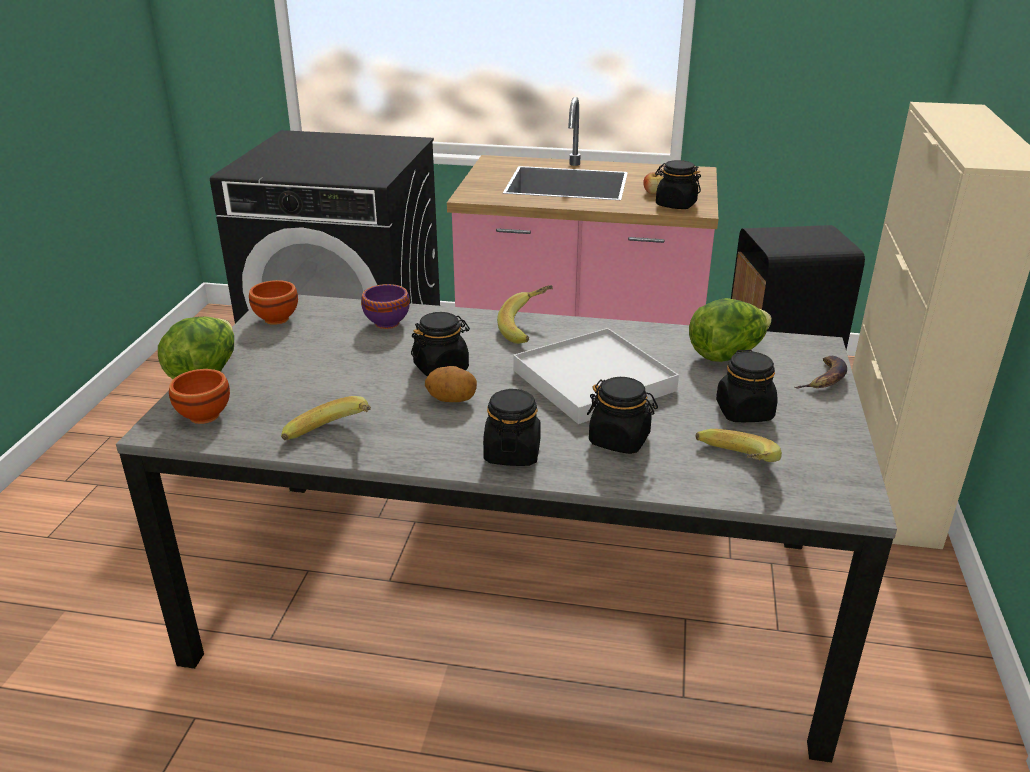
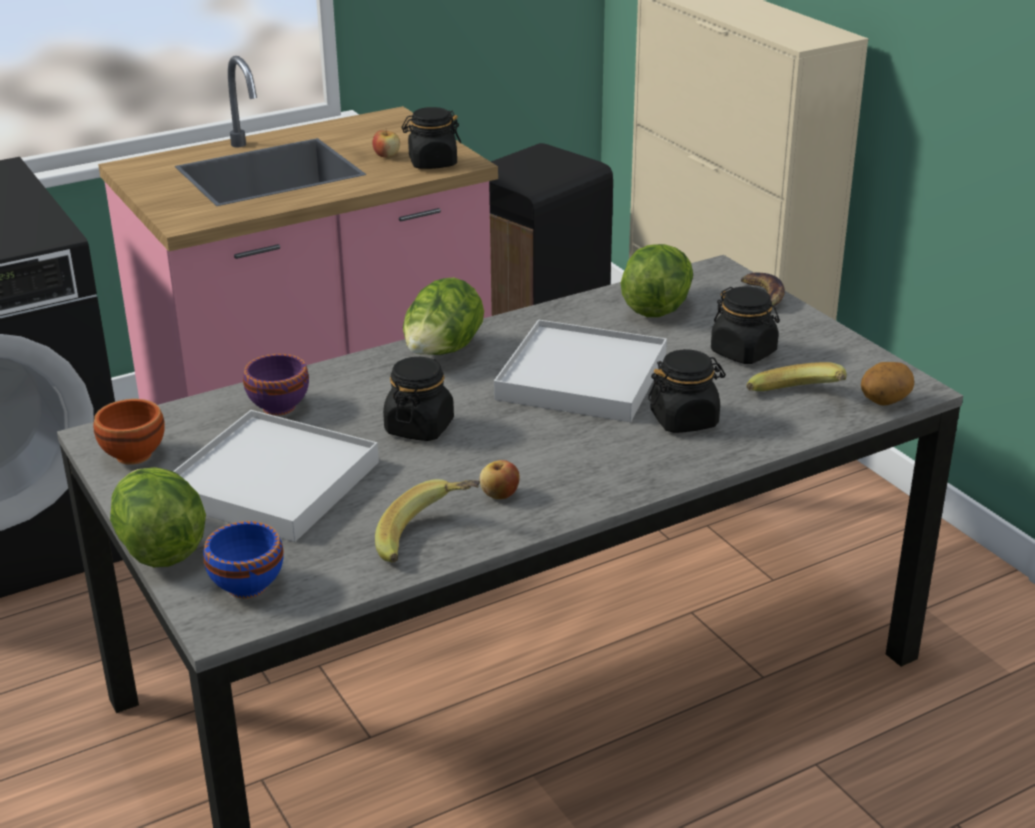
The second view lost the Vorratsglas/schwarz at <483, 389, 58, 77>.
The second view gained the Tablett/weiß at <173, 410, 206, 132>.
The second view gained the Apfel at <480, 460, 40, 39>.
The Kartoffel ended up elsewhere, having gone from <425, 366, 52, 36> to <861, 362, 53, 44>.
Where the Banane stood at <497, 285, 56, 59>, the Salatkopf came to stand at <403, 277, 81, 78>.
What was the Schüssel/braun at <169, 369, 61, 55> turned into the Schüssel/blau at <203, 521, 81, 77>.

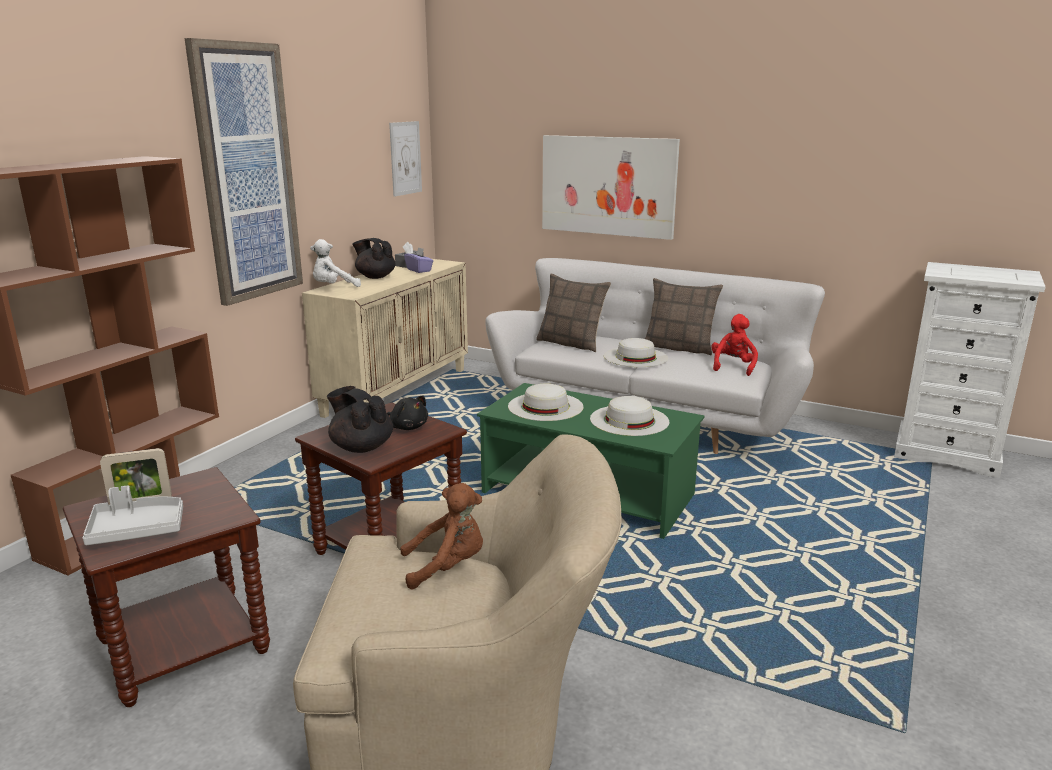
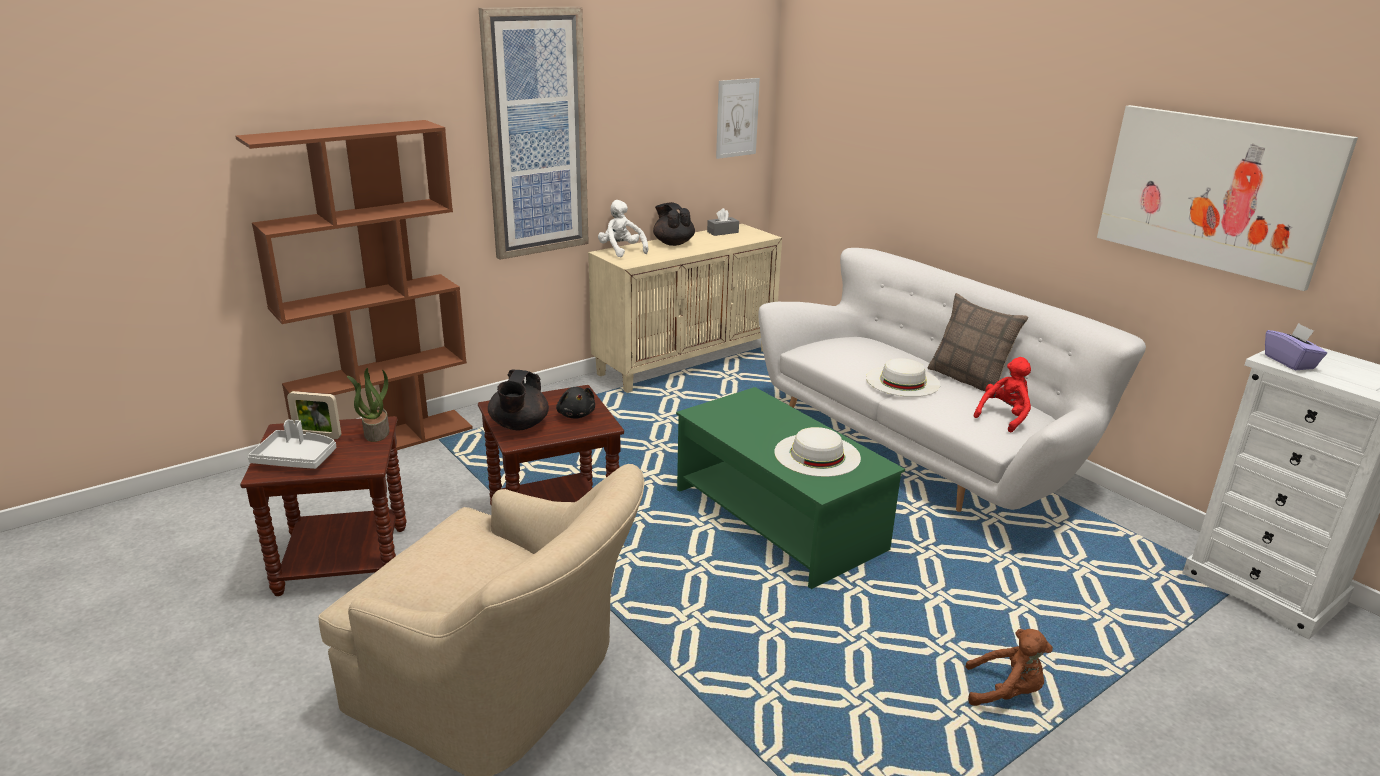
The second view lost the Hut/weiß at <508, 384, 76, 37>.
The second view lost the Kissen at <536, 273, 75, 79>.
The second view gained the Topfpflanze at <347, 368, 42, 74>.
The Plüschtier/braun ended up elsewhere, having gone from <400, 483, 83, 106> to <965, 629, 88, 77>.
The Taschentuchbox/lila ended up elsewhere, having gone from <404, 247, 29, 26> to <1265, 323, 62, 47>.
The Bild ended up elsewhere, having gone from <542, 135, 138, 105> to <1097, 105, 261, 186>.
The Plüschtier/weiß at <310, 239, 51, 48> ended up facing another way, 60 degrees clockwise from before.
The Teekanne/schwarz at <327, 386, 66, 67> ended up facing another way, 150 degrees counterclockwise from before.

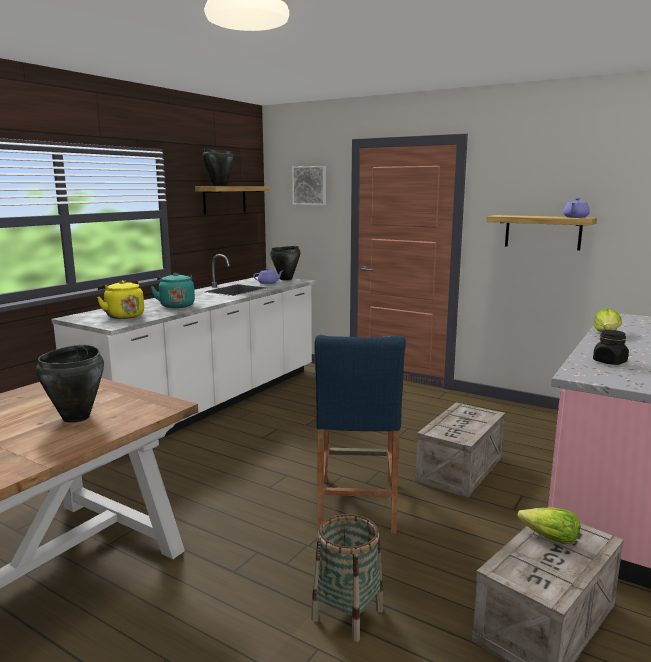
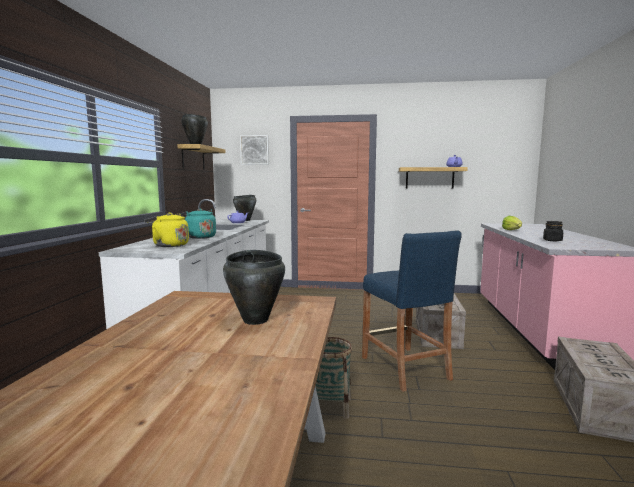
The second view lost the Salatkopf at <517, 507, 63, 37>.
The Korb ended up elsewhere, having gone from <311, 514, 72, 128> to <315, 337, 37, 82>.

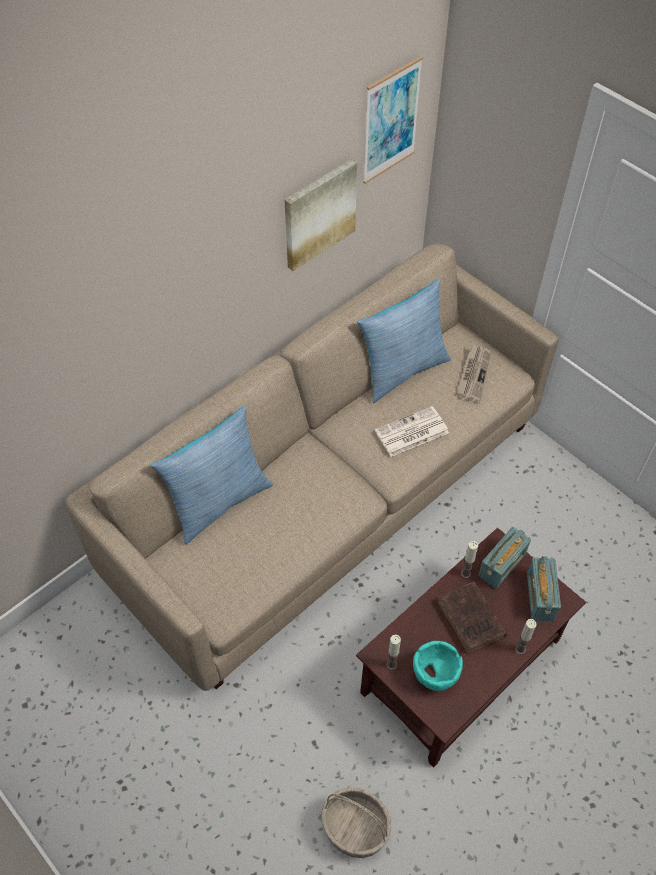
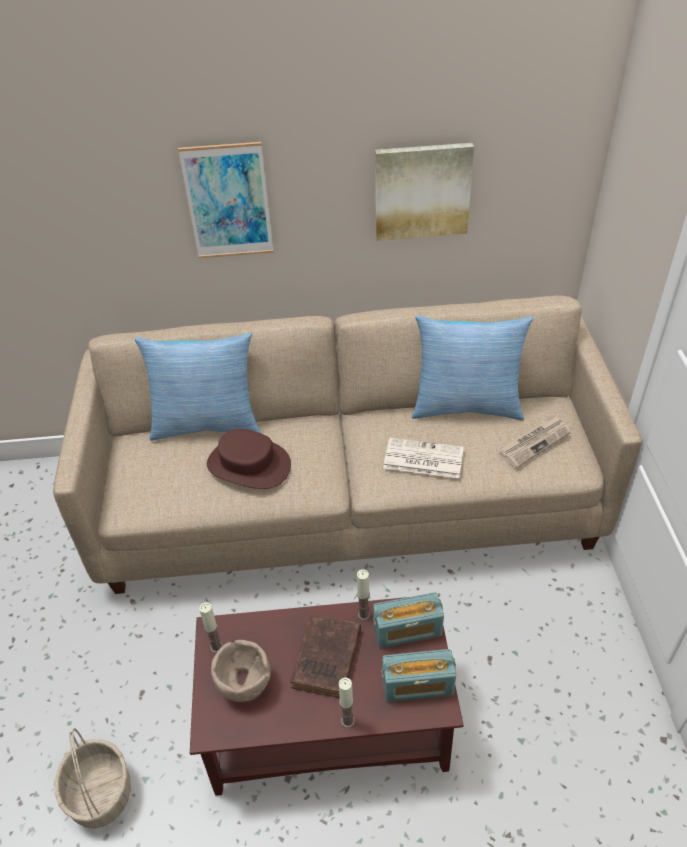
The second view gained the Hut/braun at <207, 429, 84, 60>.
The Bild ended up elsewhere, having gone from <363, 56, 60, 128> to <178, 142, 96, 116>.
What was the Schüssel/türkis at <413, 641, 50, 50> turned into the Schüssel/braun at <211, 640, 60, 62>.
The Radio at <527, 556, 34, 65> ended up facing another way, 135 degrees counterclockwise from before.

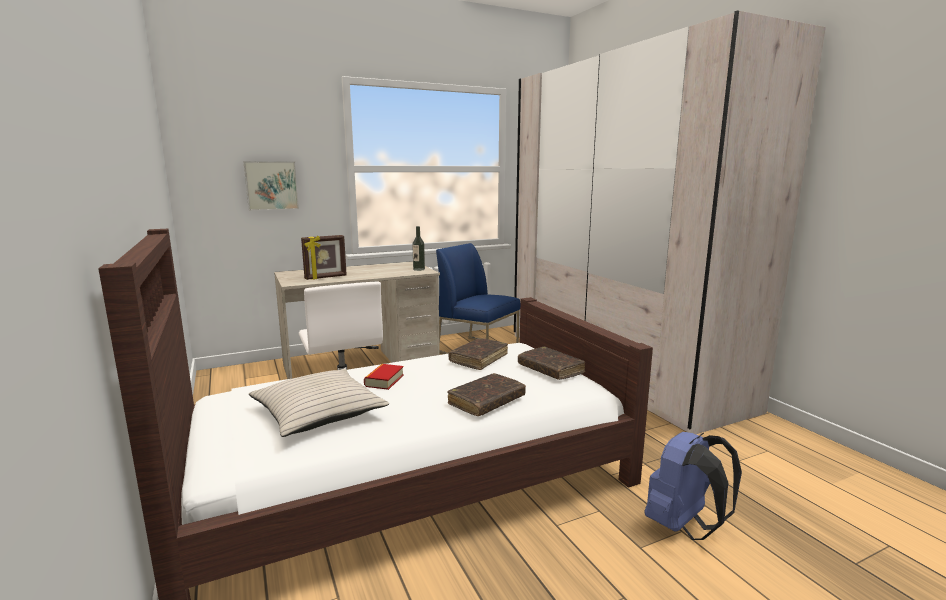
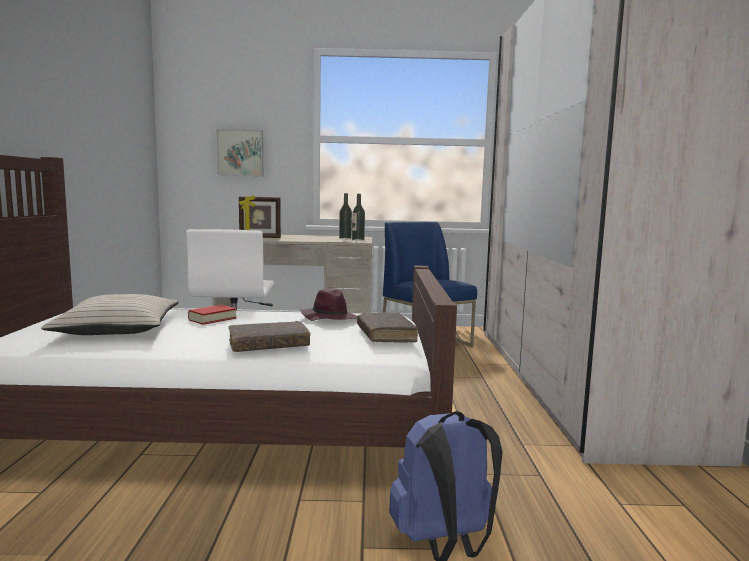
The second view gained the Flasche at <339, 193, 13, 46>.
Where the Buch/braun stood at <448, 338, 60, 32>, the Hut/lila came to stand at <301, 288, 56, 33>.

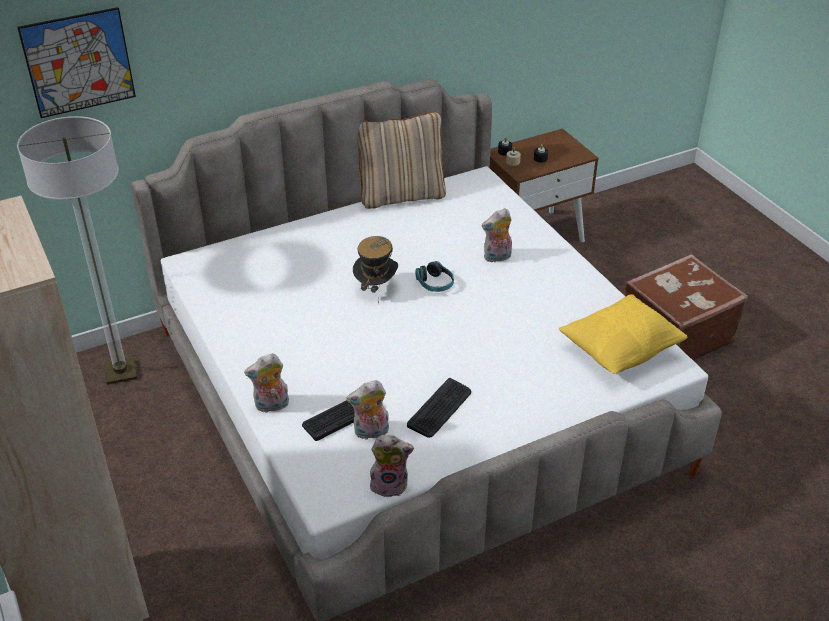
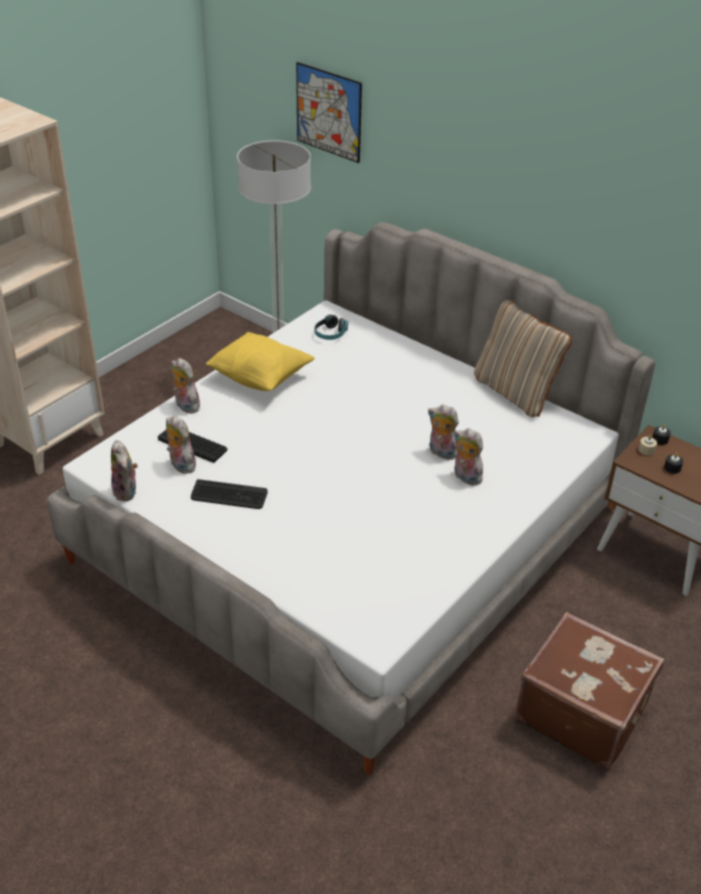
The second view lost the Hut at <353, 236, 45, 68>.
The second view gained the Plüschtier at <428, 405, 31, 55>.
The Kopfhörer ended up elsewhere, having gone from <415, 261, 39, 31> to <315, 315, 33, 25>.
The Kissen/gelb ended up elsewhere, having gone from <559, 294, 128, 80> to <206, 332, 109, 59>.

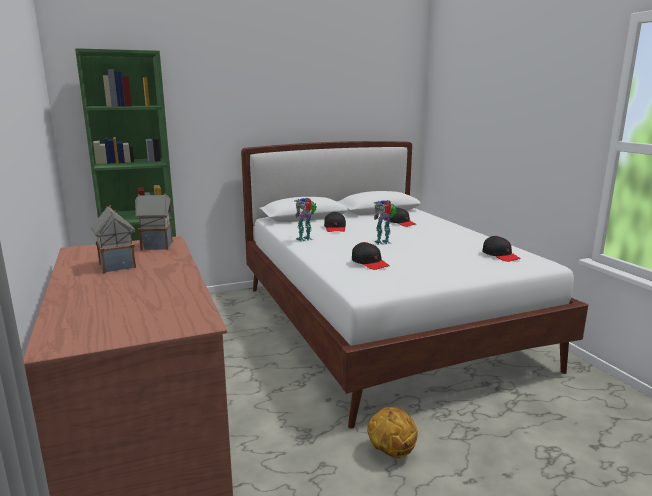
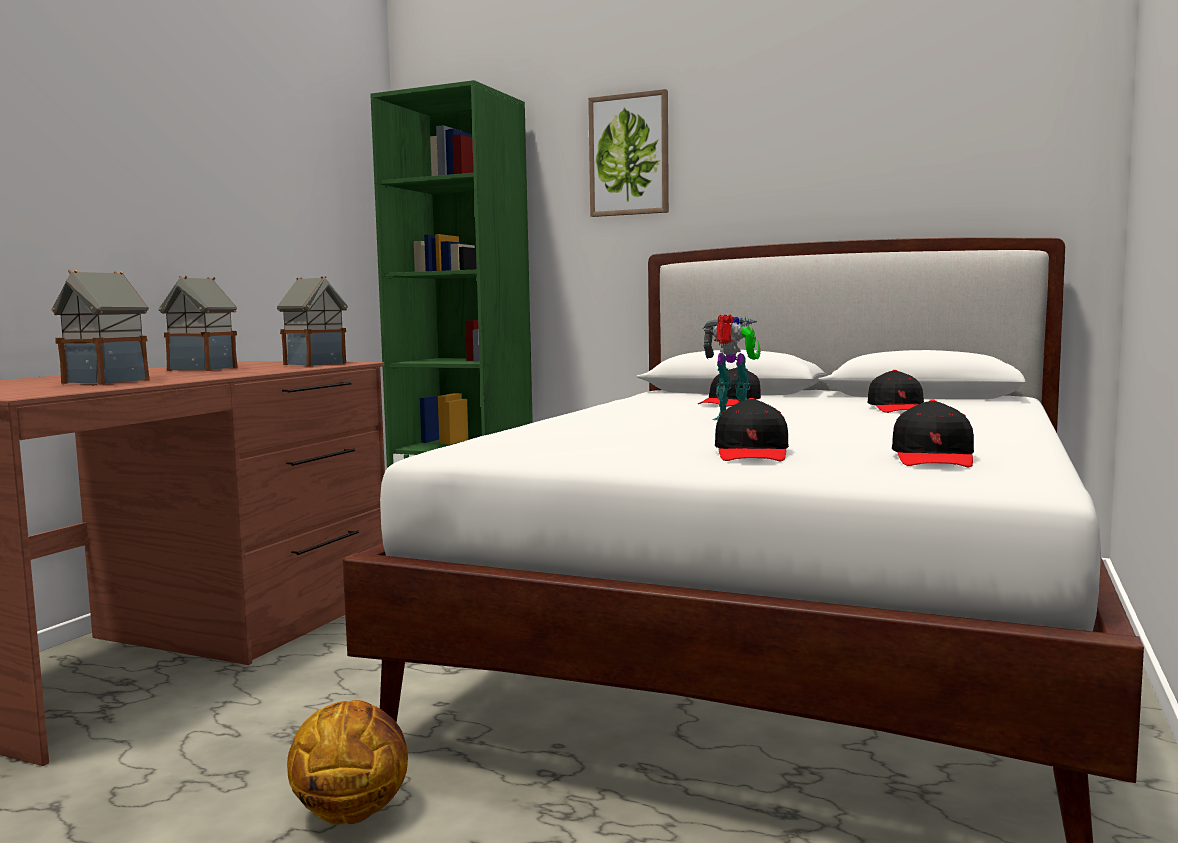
The second view lost the Spielzeugroboter at <295, 198, 22, 44>.
The second view gained the Spielzeughaus at <51, 269, 99, 116>.
The second view gained the Bild at <588, 89, 81, 128>.
The Kappe/schwarz ended up elsewhere, having gone from <352, 242, 37, 28> to <715, 398, 74, 63>.

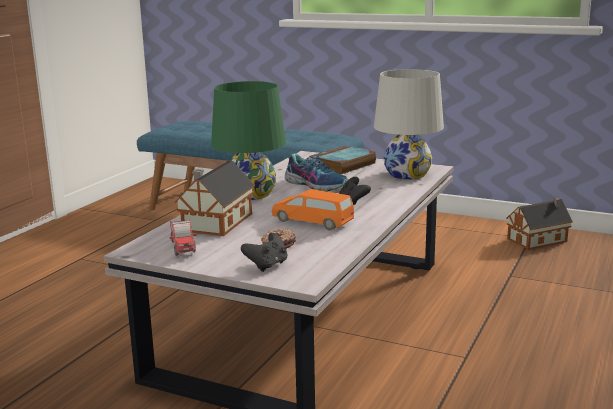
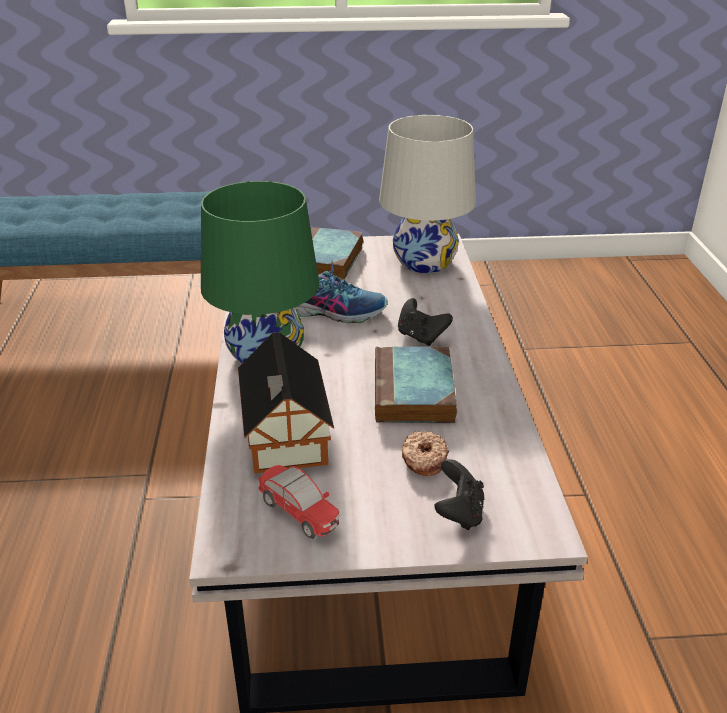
The second view lost the Spielzeughaus at <506, 197, 67, 53>.
Where the Spielzeugauto/orange stood at <272, 189, 82, 42>, the Buch came to stand at <375, 347, 82, 76>.

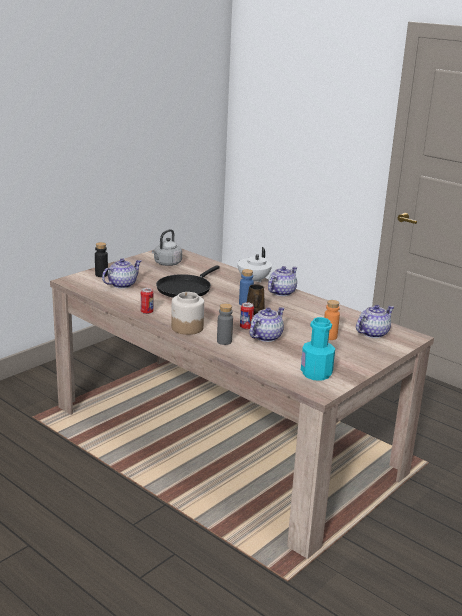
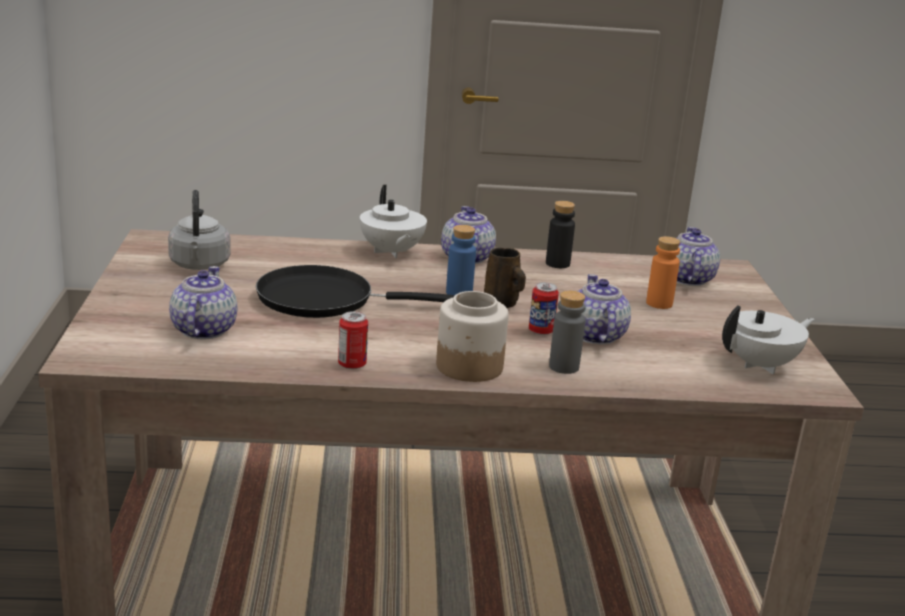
The Flasche/schwarz ended up elsewhere, having gone from <95, 242, 13, 35> to <546, 201, 29, 67>.
Where the Flasche/türkis stood at <301, 317, 34, 64>, the Teekanne/weiß came to stand at <722, 306, 93, 68>.
The Pfanne/schwarz at <156, 265, 64, 33> ended up facing another way, 105 degrees clockwise from before.

